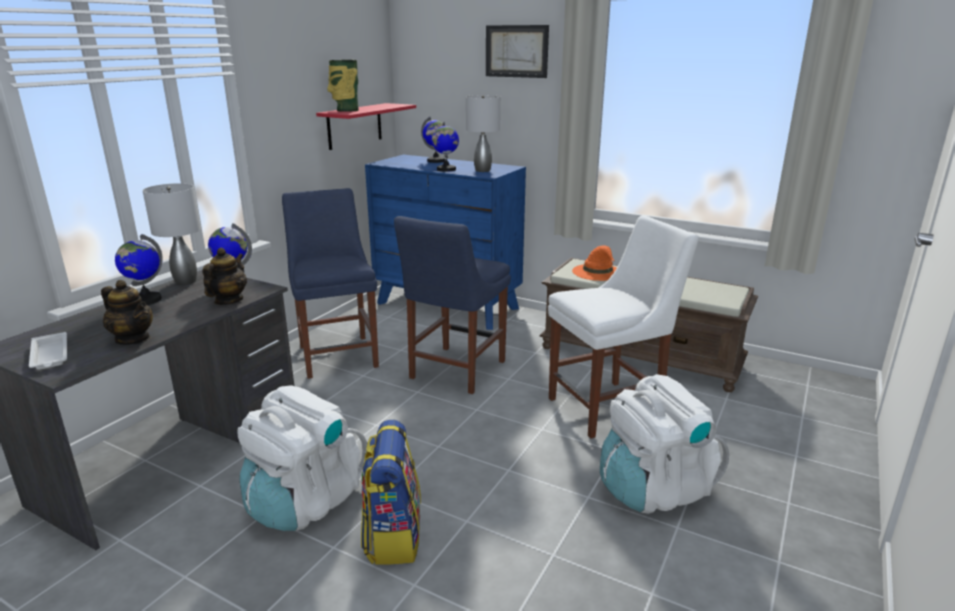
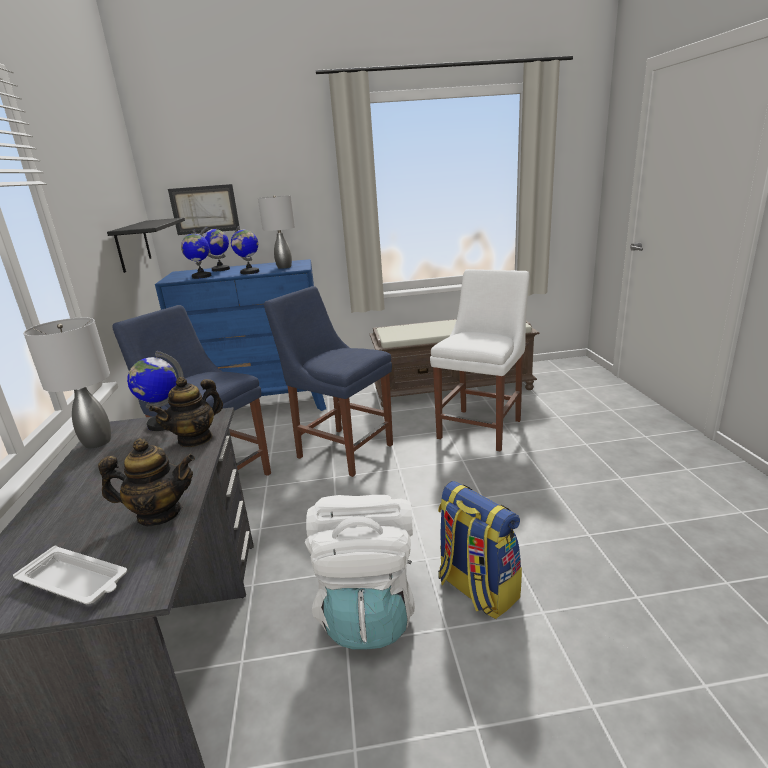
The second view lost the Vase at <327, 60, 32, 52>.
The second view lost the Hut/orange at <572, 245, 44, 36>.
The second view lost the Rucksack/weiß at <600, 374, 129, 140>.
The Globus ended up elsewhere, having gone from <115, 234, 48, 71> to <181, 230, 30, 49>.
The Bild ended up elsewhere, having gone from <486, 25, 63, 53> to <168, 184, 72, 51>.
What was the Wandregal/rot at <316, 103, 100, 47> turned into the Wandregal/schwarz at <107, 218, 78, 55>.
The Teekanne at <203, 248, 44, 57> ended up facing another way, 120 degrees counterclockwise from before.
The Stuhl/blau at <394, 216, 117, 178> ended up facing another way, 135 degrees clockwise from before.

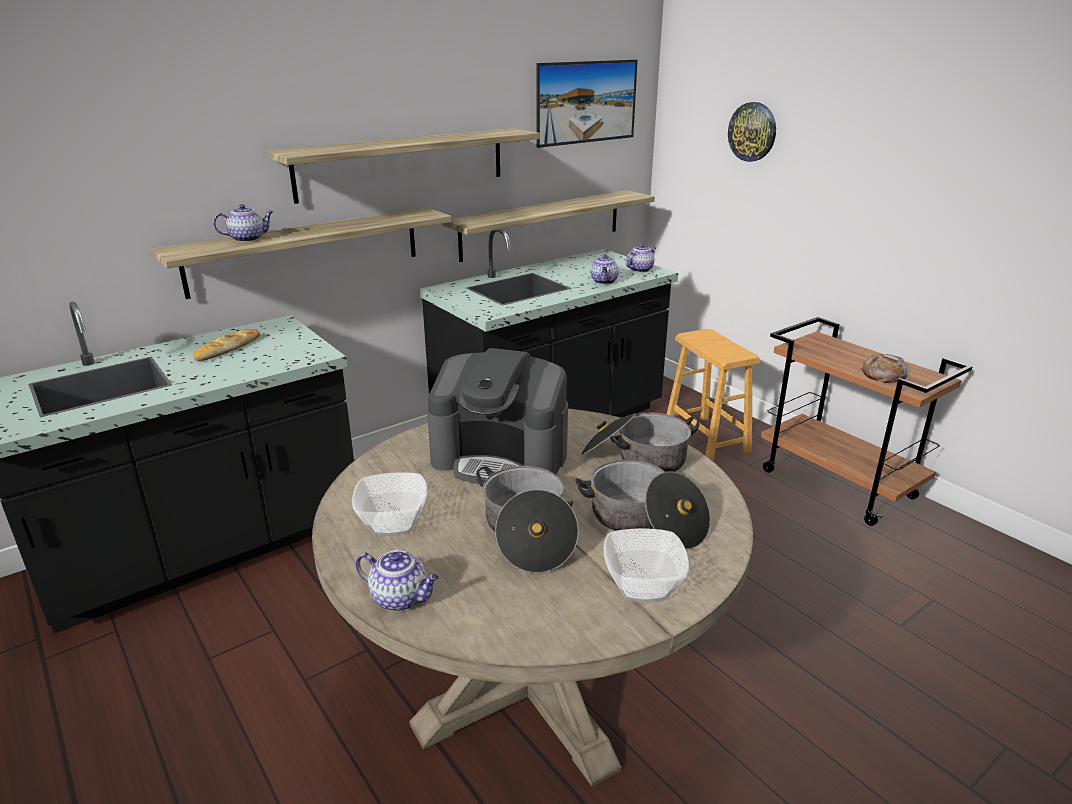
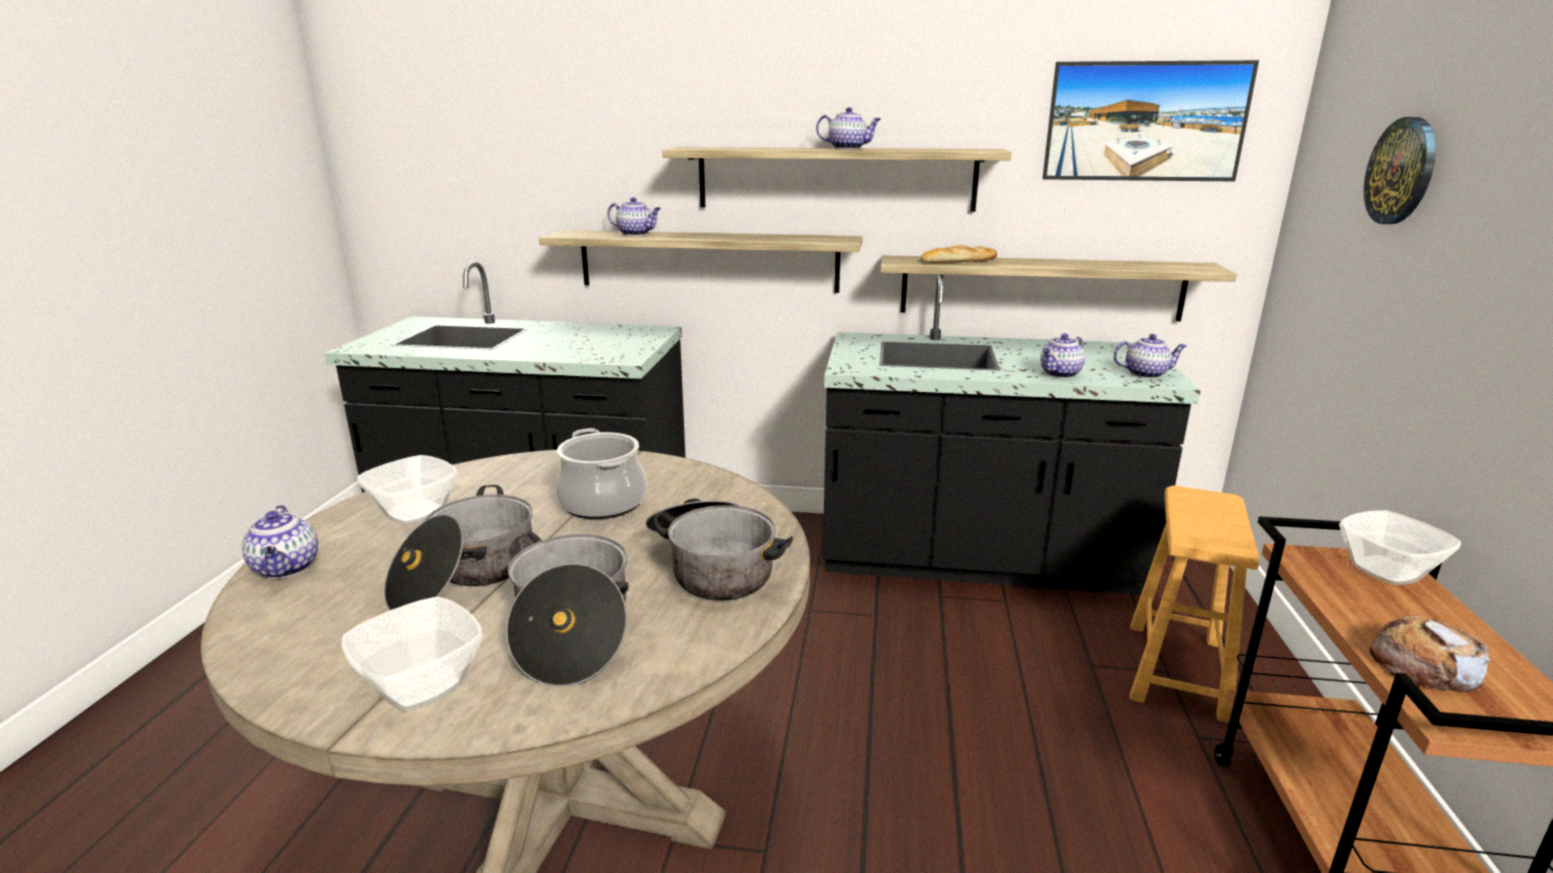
The second view gained the Teekanne at <816, 107, 65, 42>.
The second view gained the Schüssel at <1339, 510, 122, 75>.
The Brot ended up elsewhere, having gone from <193, 329, 67, 32> to <921, 245, 76, 18>.
Where the Kaffeemaschine stood at <427, 348, 141, 136>, the Kochtopf came to stand at <556, 428, 91, 91>.

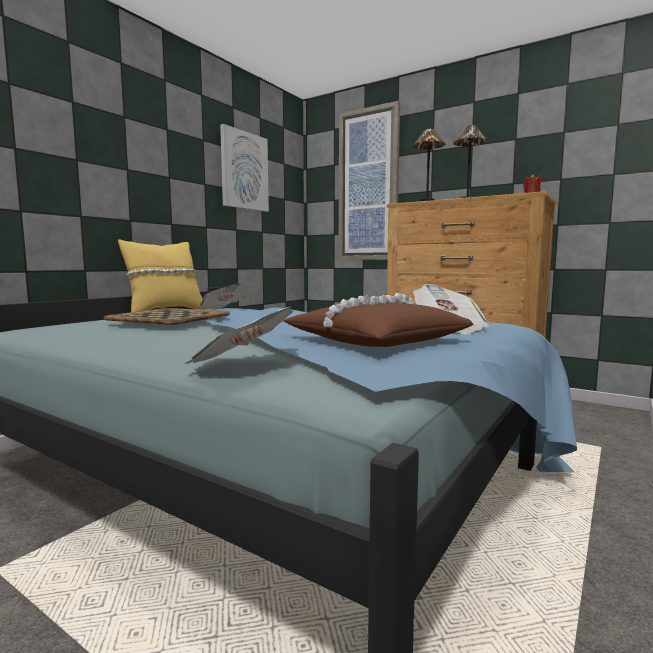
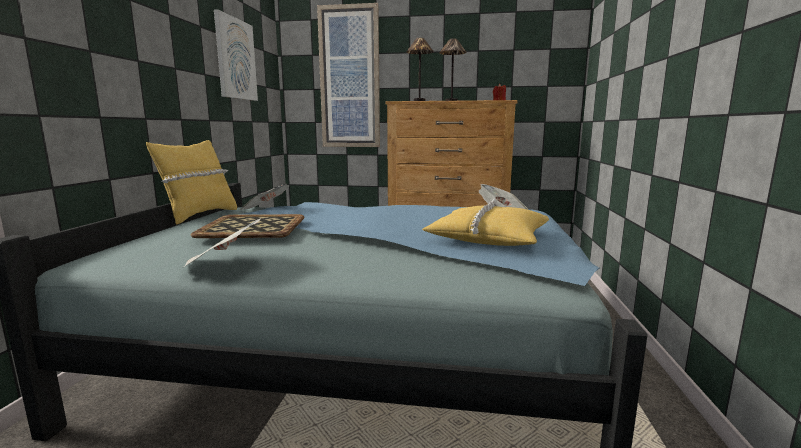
The Zeitung ended up elsewhere, having gone from <185, 306, 108, 58> to <185, 219, 75, 47>.
What was the Kissen/braun at <284, 293, 189, 54> turned into the Kissen/gelb at <422, 199, 127, 47>.

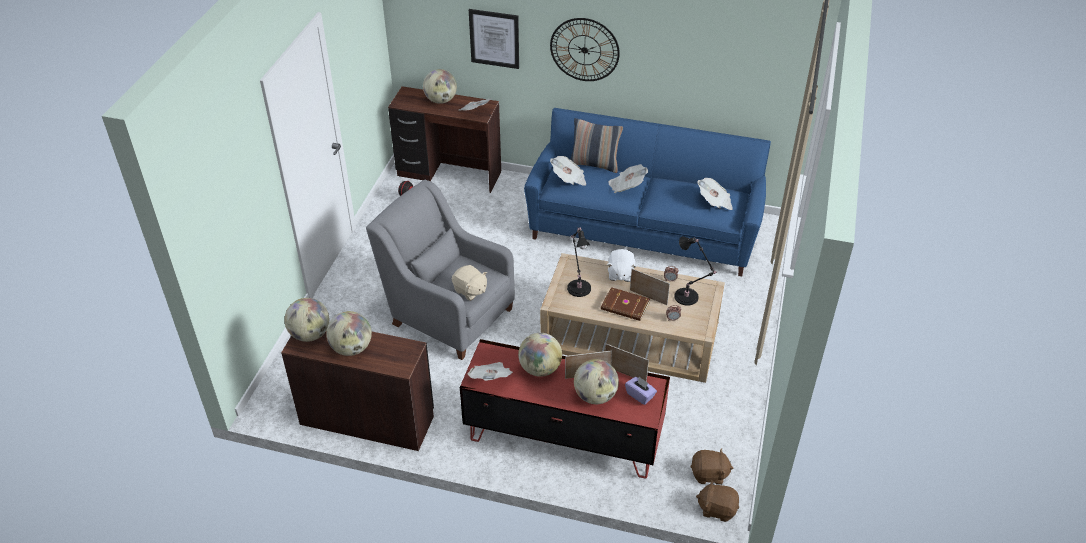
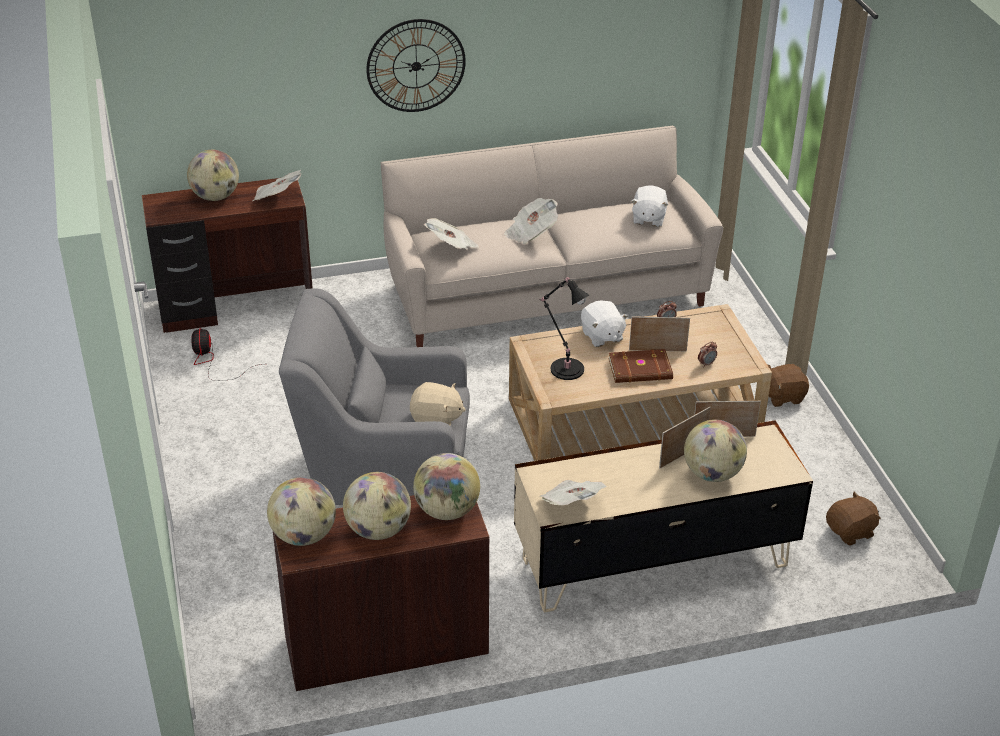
The second view lost the Bild at <469, 9, 50, 60>.
The second view lost the Kissen at <570, 118, 53, 55>.
The second view lost the Taschentuchbox/lila at <625, 376, 32, 29>.
The second view lost the Tischlampe/schwarz at <674, 236, 42, 70>.
The Globus ended up elsewhere, having gone from <518, 333, 44, 44> to <413, 453, 67, 67>.
The Plüschtier/braun ended up elsewhere, having gone from <696, 480, 43, 42> to <767, 364, 42, 43>.
Where the Zeitung stood at <697, 178, 36, 32>, the Plüschtier/weiß came to stand at <631, 185, 37, 42>.
What was the Fernsehschrank/rot at <460, 339, 210, 140> turned into the Fernsehschrank/beige at <514, 420, 299, 192>.
What was the Sofa/blau at <524, 108, 247, 168> turned into the Sofa/beige at <381, 126, 342, 221>.

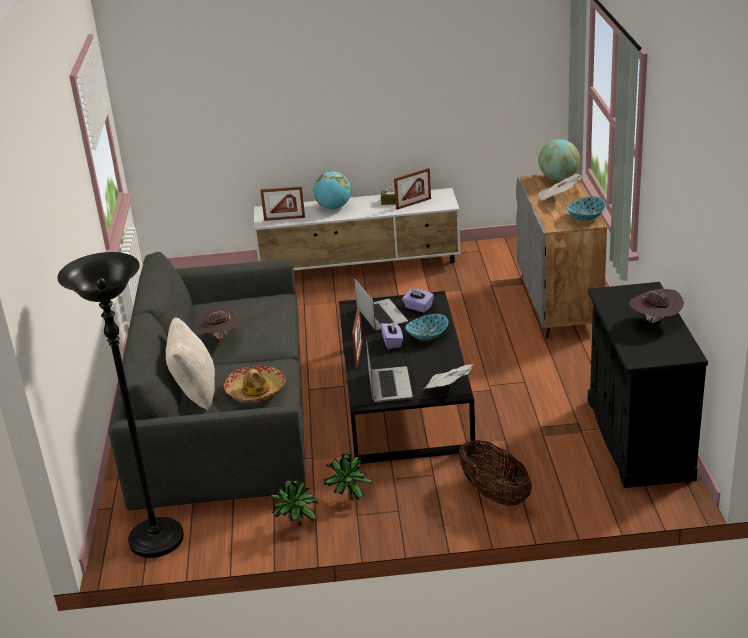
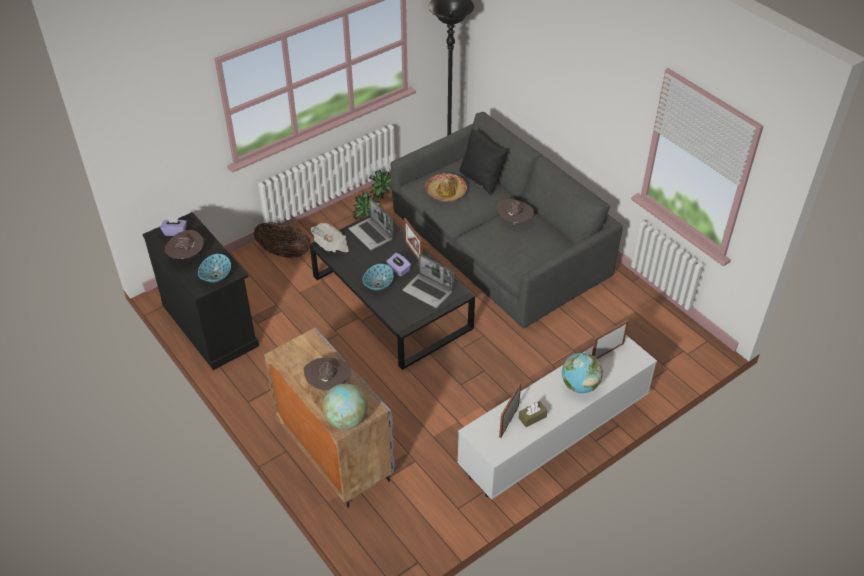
The Taschentuchbox/lila ended up elsewhere, having gone from <402, 288, 32, 24> to <160, 217, 27, 19>.
The Schüssel ended up elsewhere, having gone from <566, 196, 40, 25> to <198, 254, 33, 29>.
Where the Zeitung stood at <538, 174, 44, 27>, the Hut/braun came to stand at <304, 357, 47, 33>.
What was the Kissen/beige at <166, 317, 49, 94> turned into the Kissen/schwarz at <459, 128, 48, 67>.

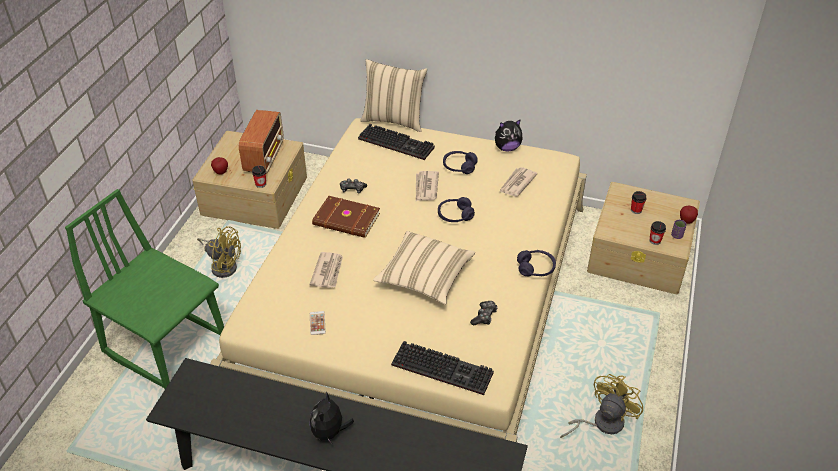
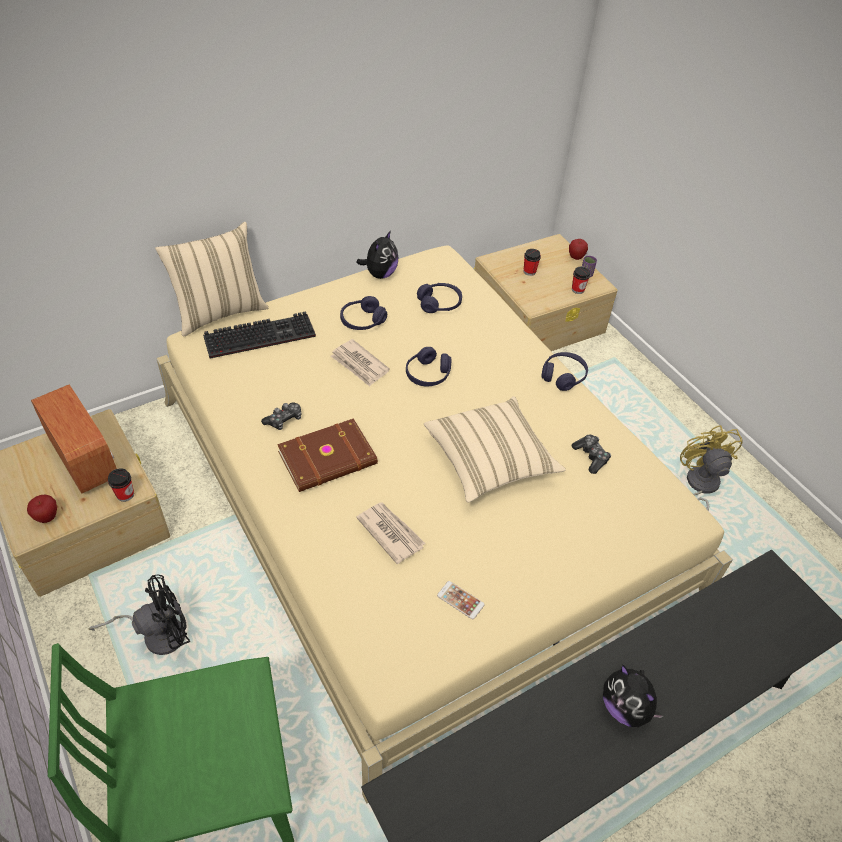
The second view lost the Tastatur at <391, 341, 103, 54>.
Where the Zeitung stood at <499, 167, 38, 30>, the Kopfhörer/lila came to stand at <417, 283, 45, 30>.
What was the Ventilator/gelb at <197, 226, 44, 52> turned into the Ventilator/schwarz at <89, 574, 101, 81>.

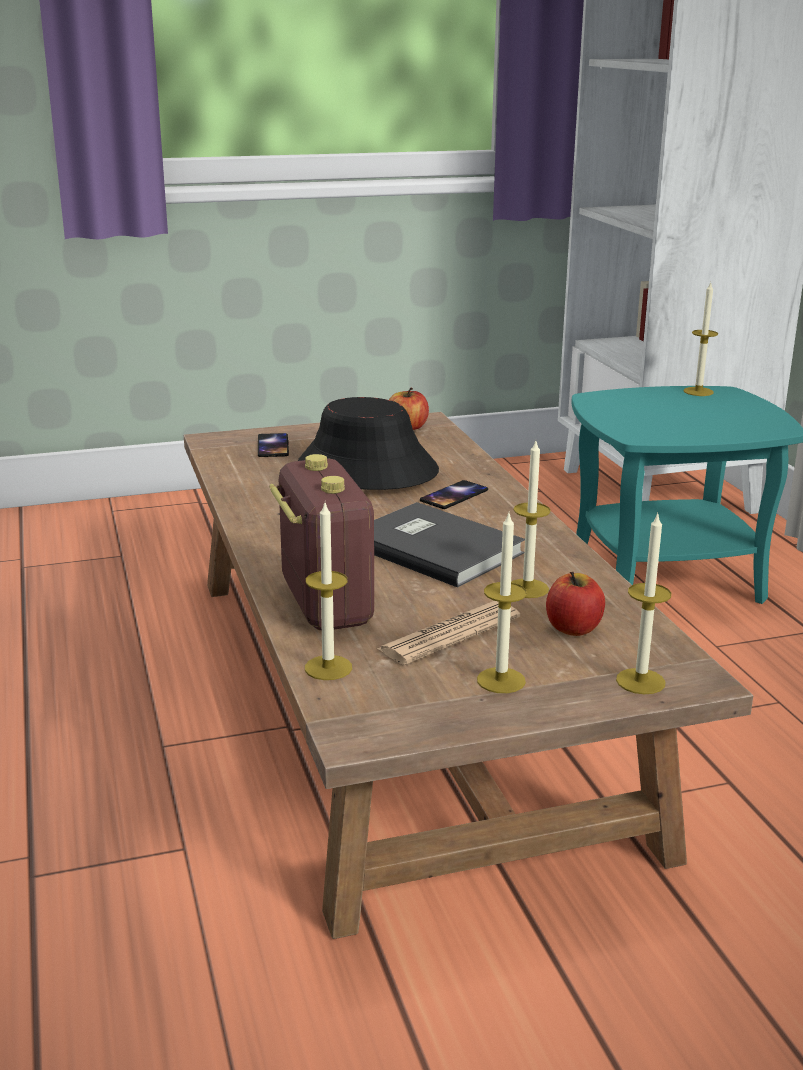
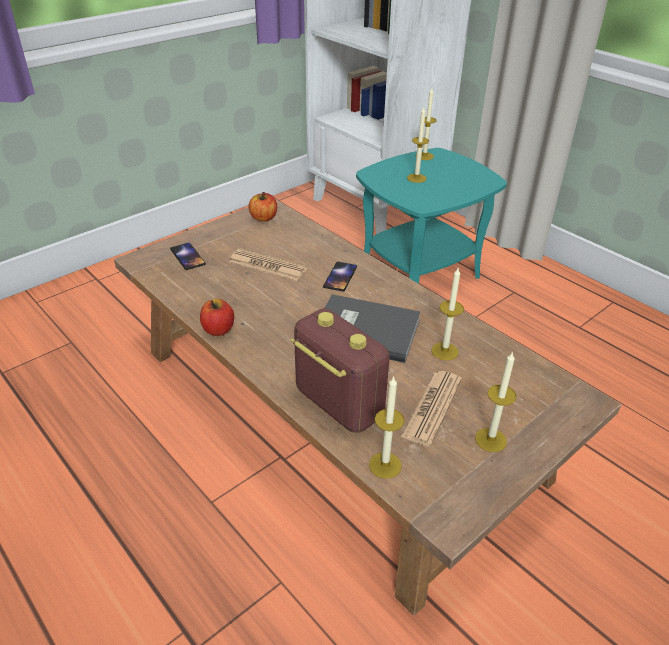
The Apfel ended up elsewhere, having gone from <546, 571, 59, 65> to <200, 299, 34, 37>.
The Kerze ended up elsewhere, having gone from <616, 512, 55, 182> to <407, 107, 22, 76>.
Where the Hut/schwarz stood at <298, 397, 141, 93>, the Zeitung came to stand at <229, 248, 78, 33>.

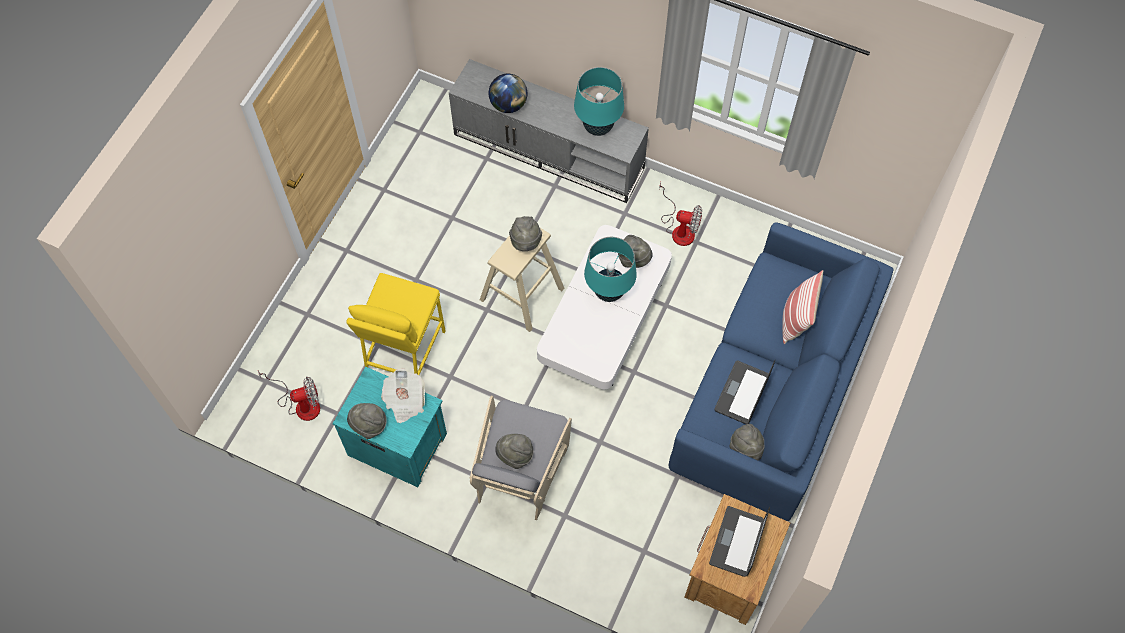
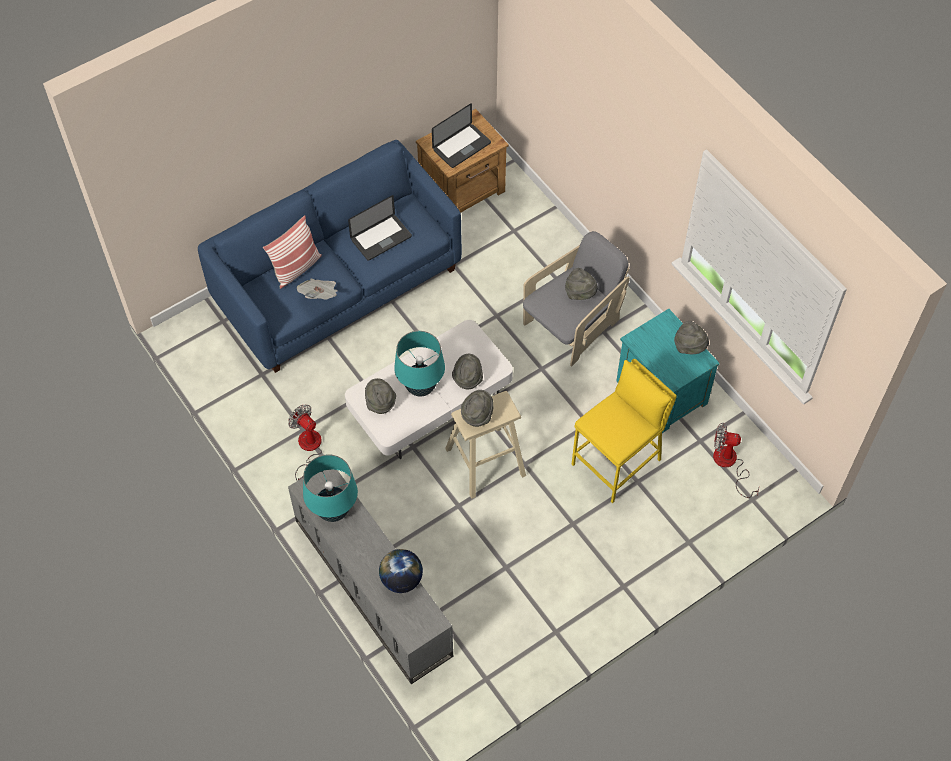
The Zeitung ended up elsewhere, having gone from <381, 368, 44, 55> to <297, 279, 40, 21>.
The Hut/grau ended up elsewhere, having gone from <730, 424, 34, 36> to <452, 354, 31, 35>.

